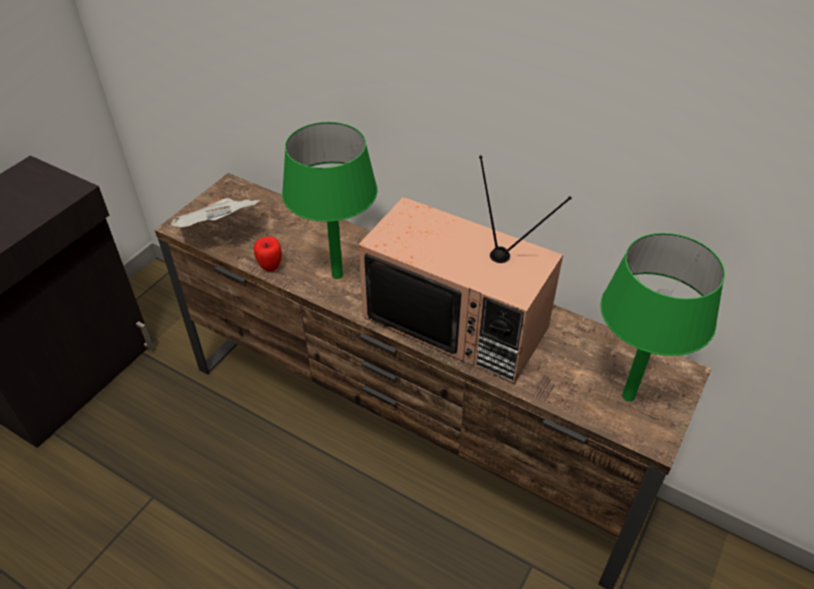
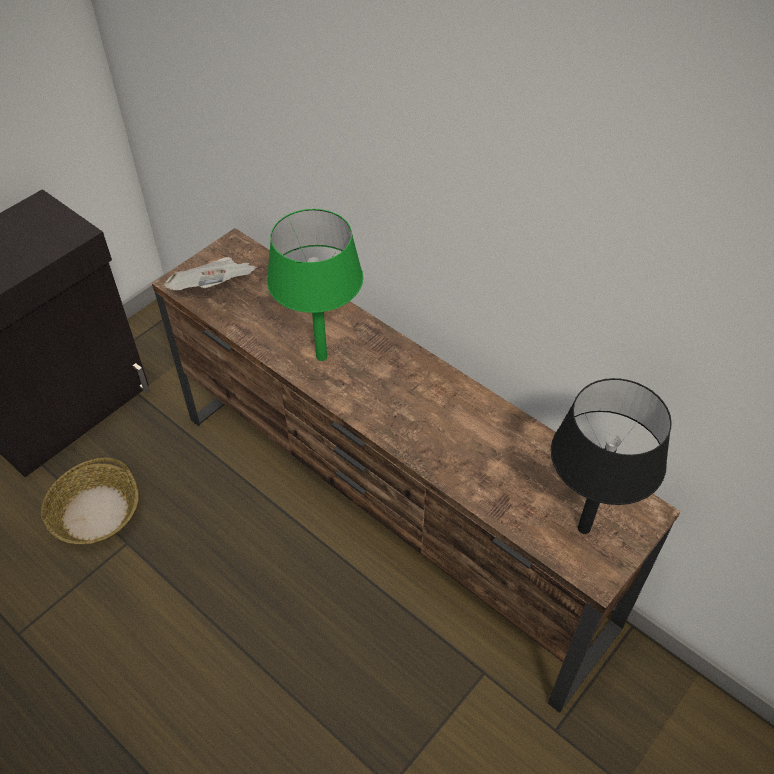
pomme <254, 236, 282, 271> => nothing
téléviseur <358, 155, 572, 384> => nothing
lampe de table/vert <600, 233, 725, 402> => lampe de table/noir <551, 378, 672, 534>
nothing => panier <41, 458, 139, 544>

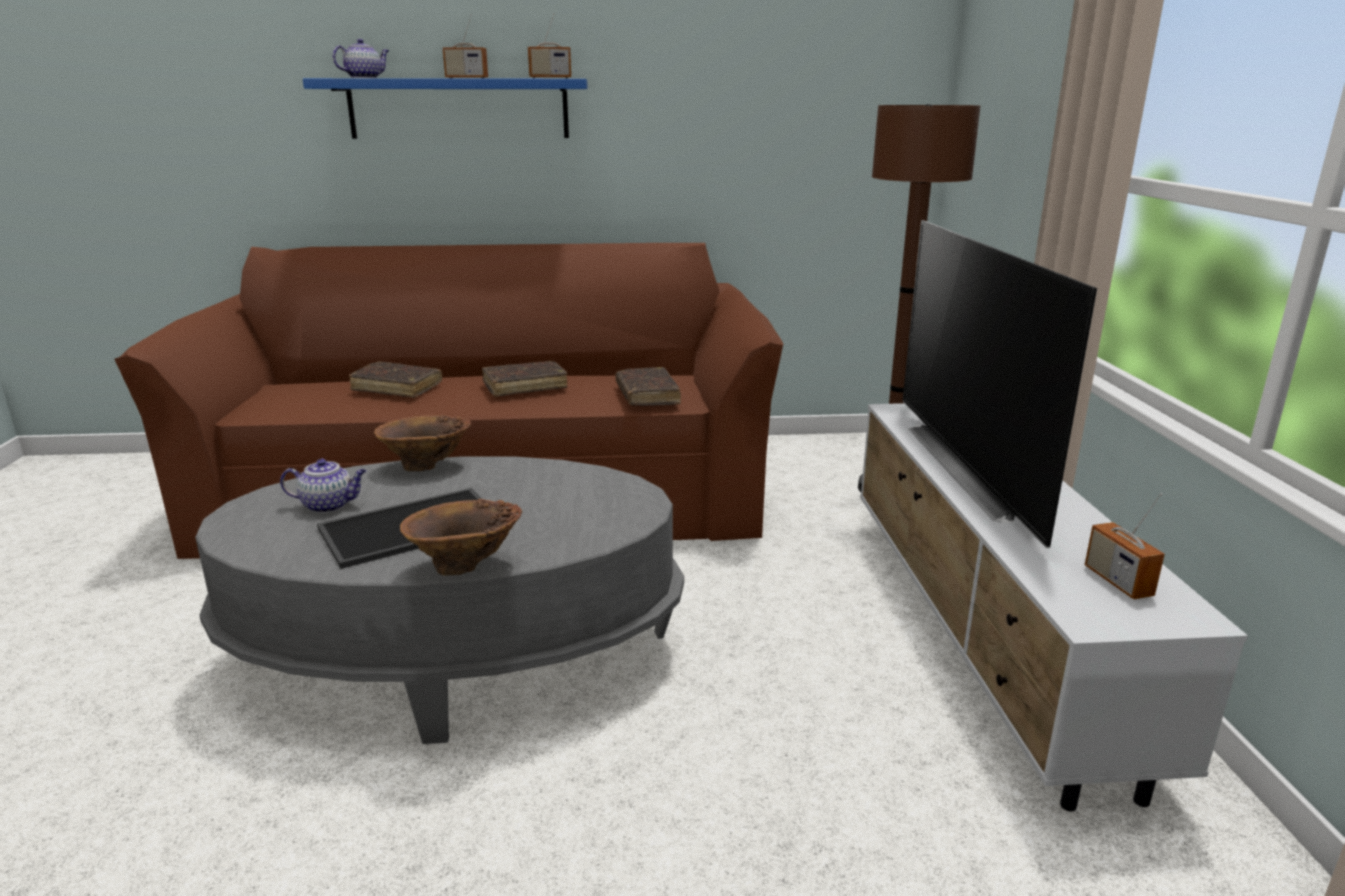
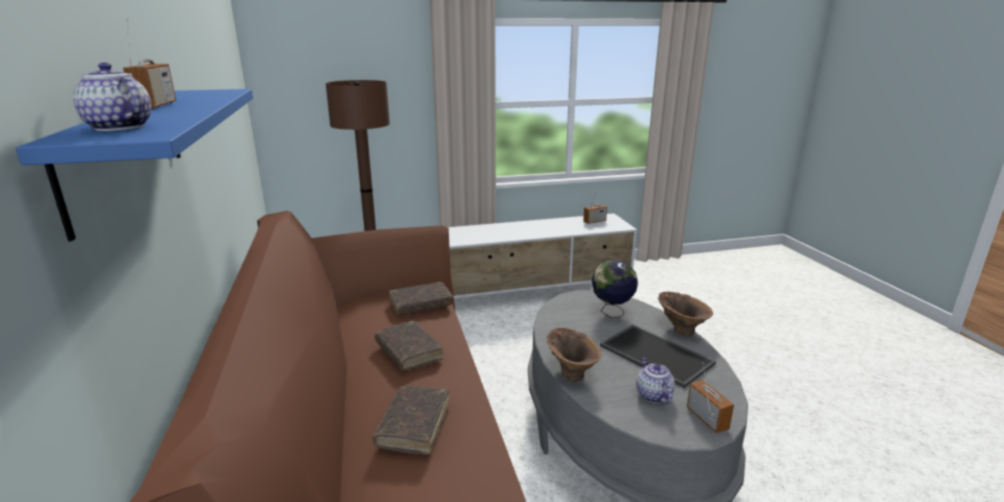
radio <528, 13, 571, 79> => radio <687, 362, 734, 433>, relocated
téléviseur <902, 220, 1097, 548> => nothing
nothing => globe <592, 260, 638, 318>

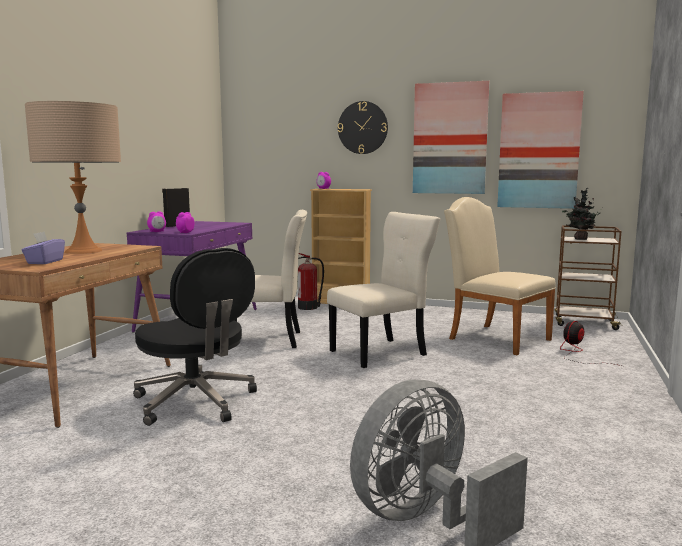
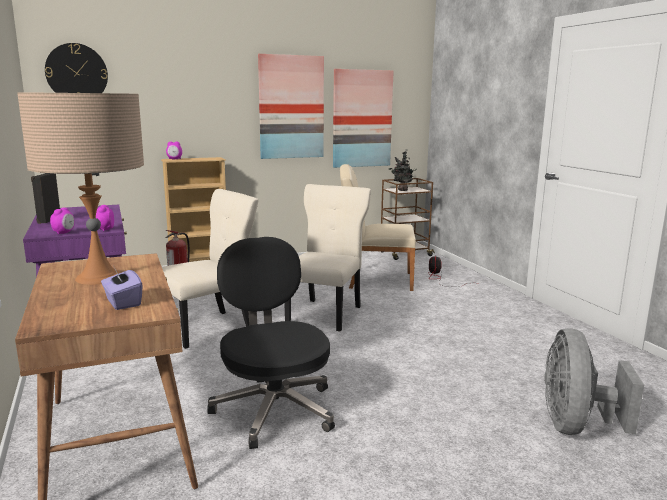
chaise de bureau/noir <133, 248, 257, 426> => chaise de bureau/noir <207, 237, 335, 449>, 120 degrees counterclockwise
horloge murale <338, 101, 388, 154> => horloge murale <45, 43, 108, 93>, relocated

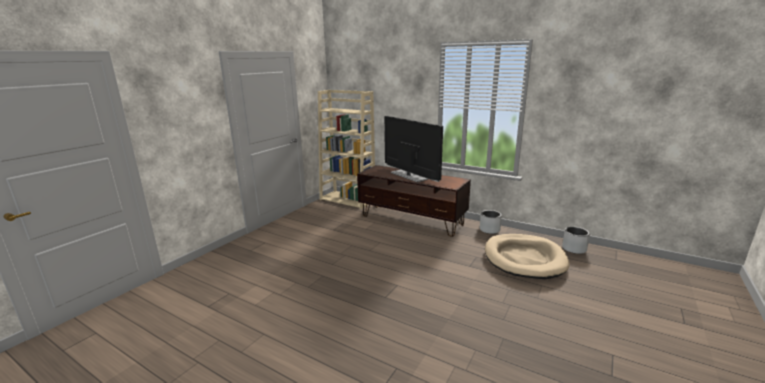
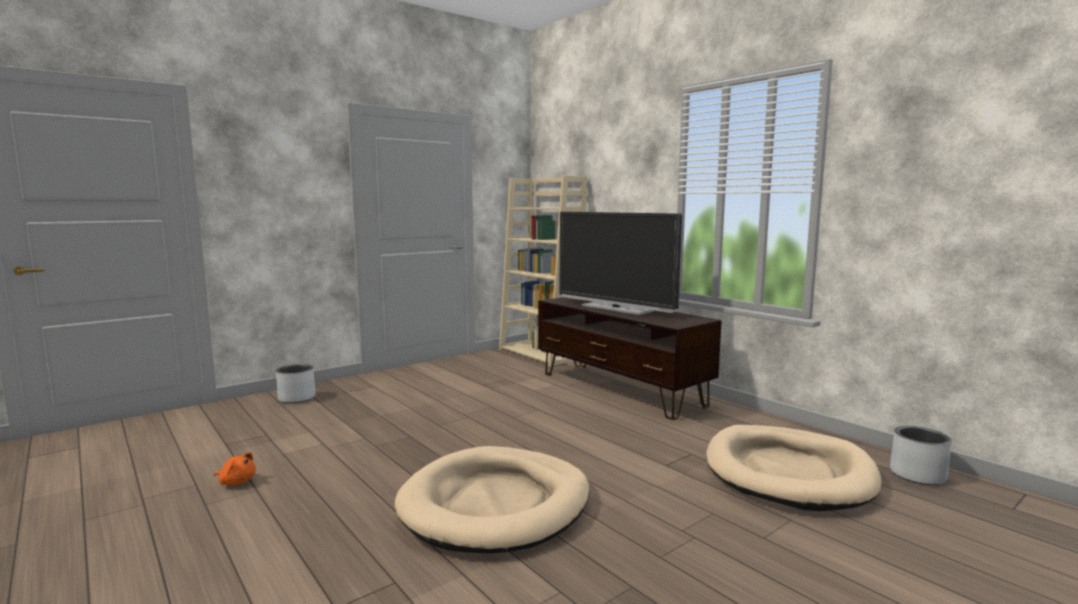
téléviseur <384, 116, 443, 183> => téléviseur <559, 212, 682, 315>, 150 degrees clockwise
cache-pot/gris <480, 210, 502, 234> => cache-pot/gris <276, 364, 315, 403>, relocated
nothing => peluche/orange <214, 452, 256, 485>
nothing => panier pour chien/beige <395, 446, 590, 553>

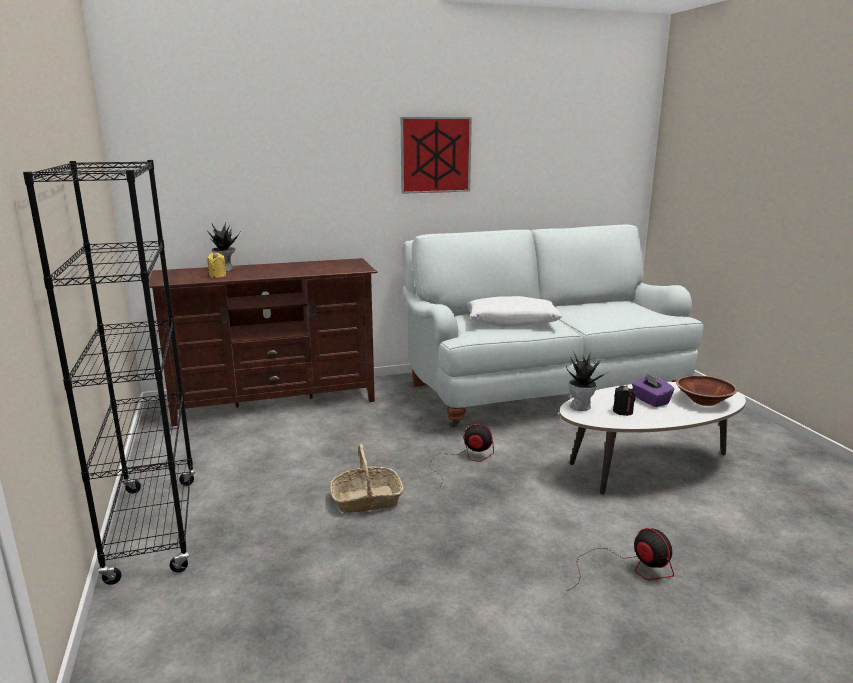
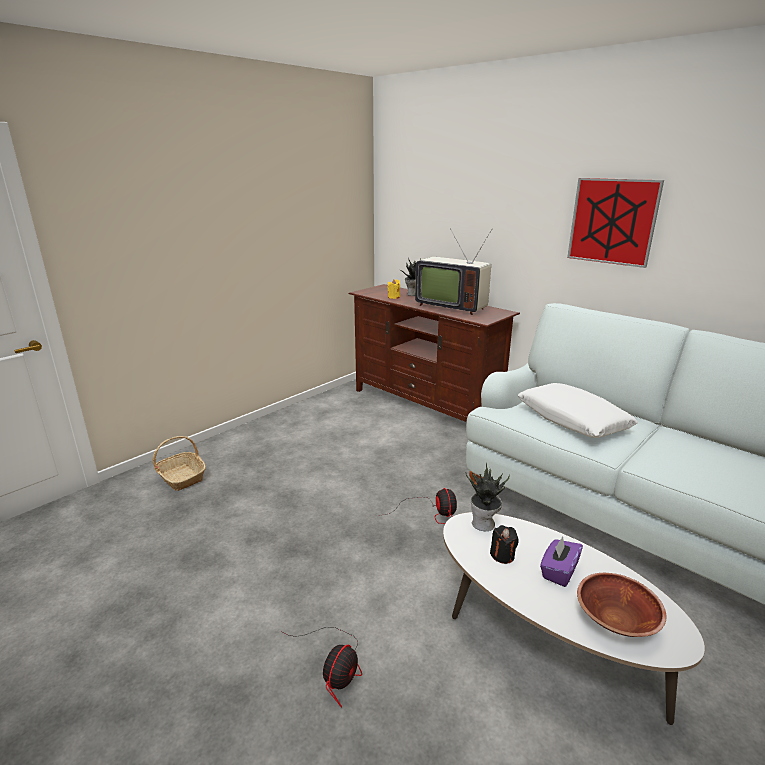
bibliothèque/noir <23, 160, 196, 585> => nothing
panier <330, 444, 404, 513> => panier <153, 436, 206, 491>, relocated
nothing => téléviseur <415, 228, 491, 315>

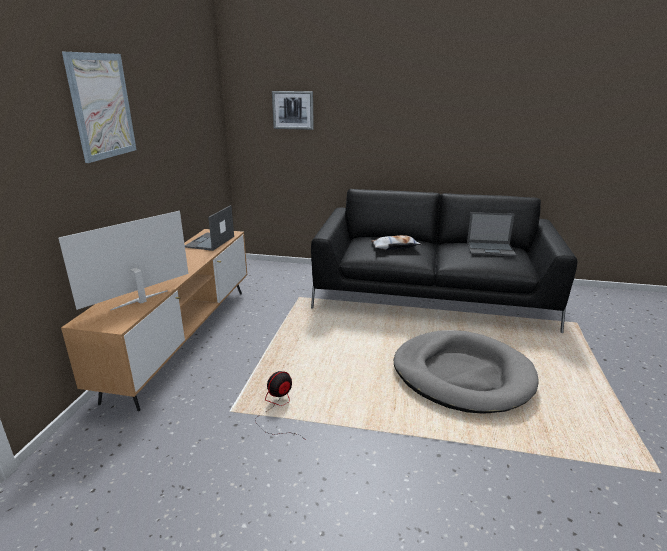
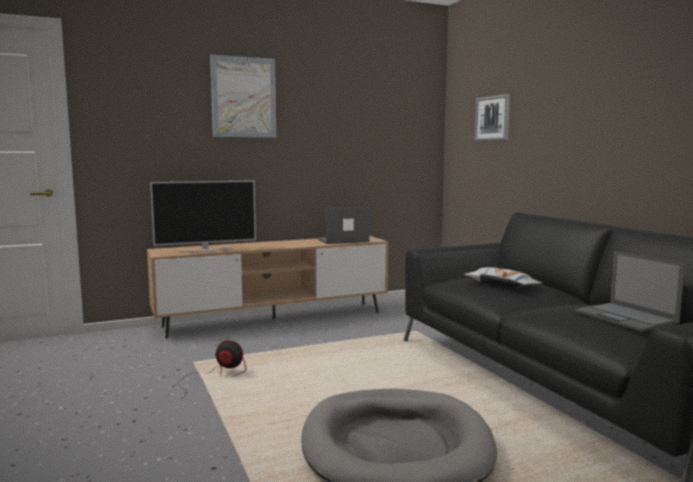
téléviseur <58, 211, 189, 310> => téléviseur <150, 180, 256, 252>, 150 degrees clockwise

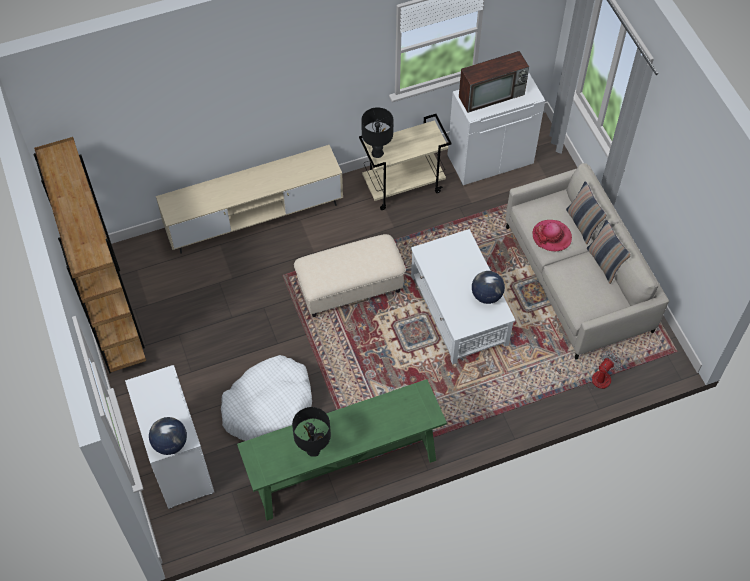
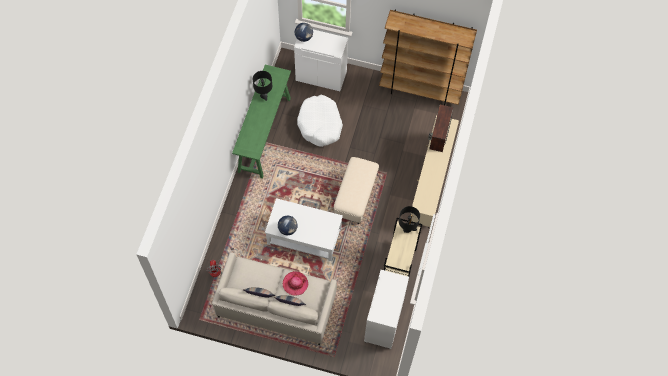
téléviseur <459, 51, 529, 113> => téléviseur <428, 105, 453, 152>, relocated

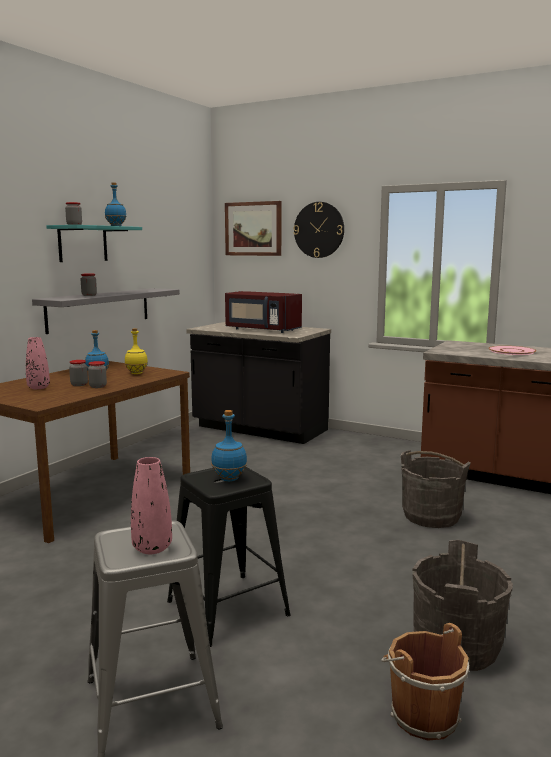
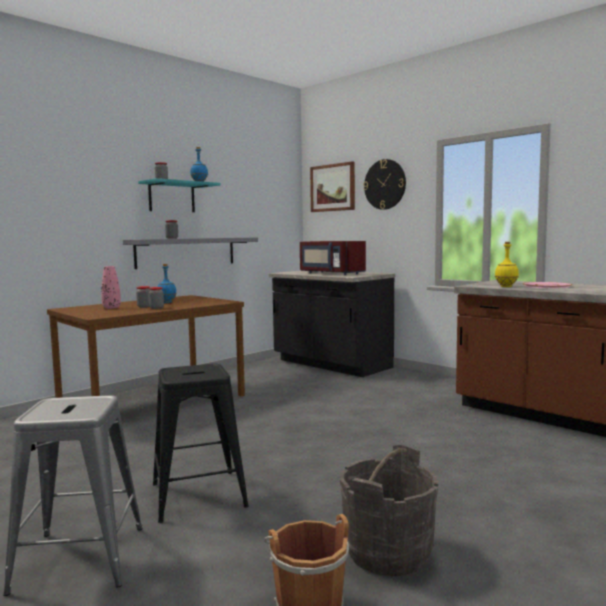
bouteille/jaune <125, 328, 148, 374> => bouteille/jaune <495, 242, 519, 287>, relocated
vase/rose <131, 457, 172, 554> => nothing
bouteille/bleu <211, 410, 247, 482> => nothing
seau/gris <401, 450, 471, 528> => nothing

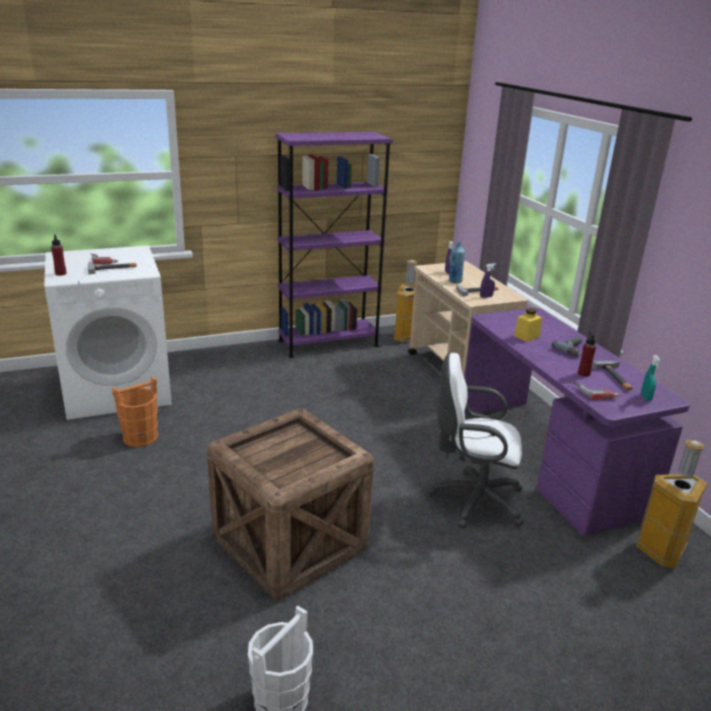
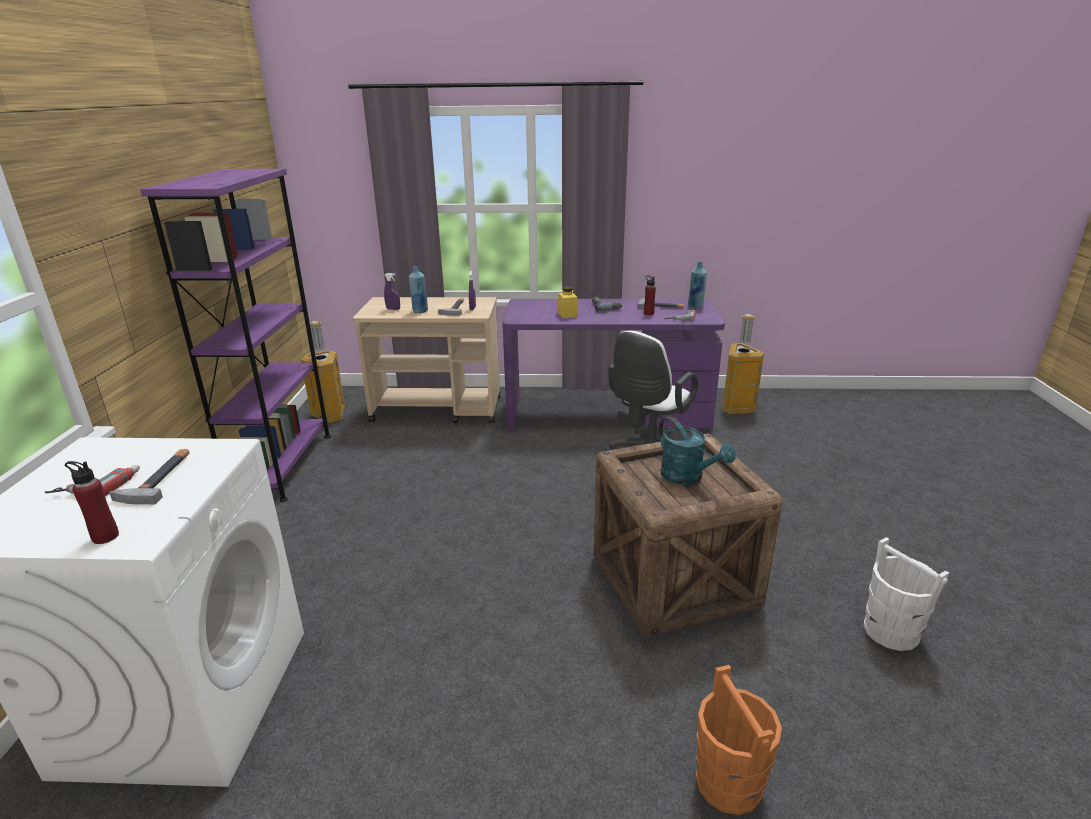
seau/orange <112, 377, 158, 447> => seau/orange <696, 665, 782, 815>, relocated
vaporisateur/turquoise <641, 355, 660, 401> => bouteille/bleu <688, 262, 707, 309>
nothing => arrosoir/turquoise <659, 416, 736, 485>

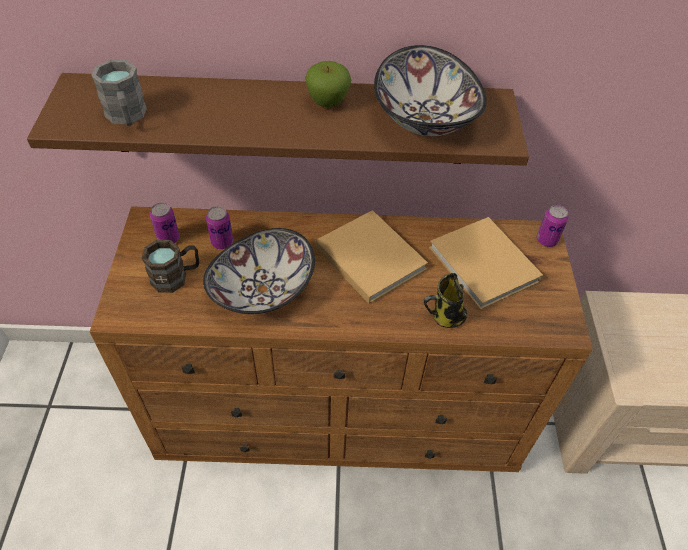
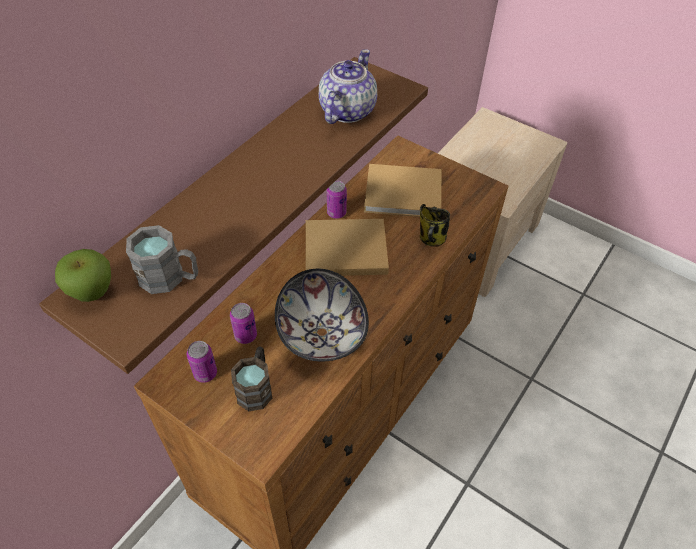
pomme <305, 61, 351, 107> => pomme <55, 249, 111, 302>, relocated
bol <374, 45, 487, 136> => théière <319, 49, 377, 124>
boîte métallique <537, 205, 568, 247> => boîte métallique <327, 180, 347, 219>, relocated

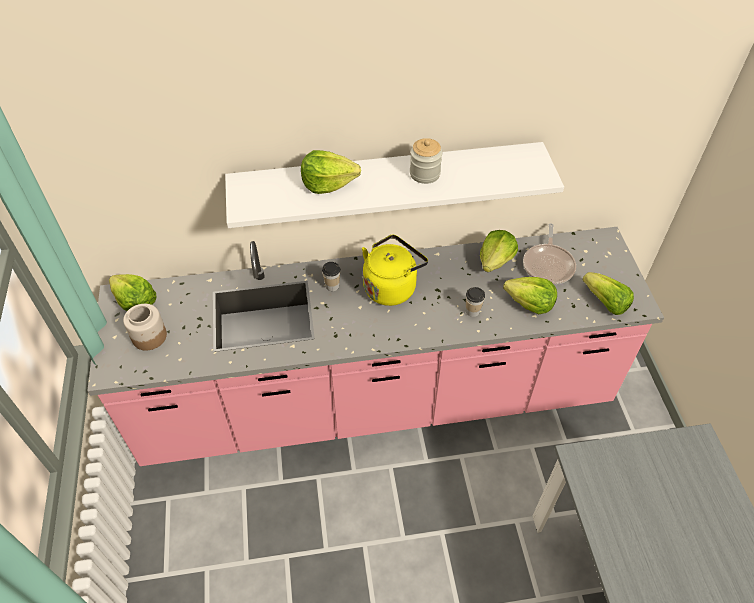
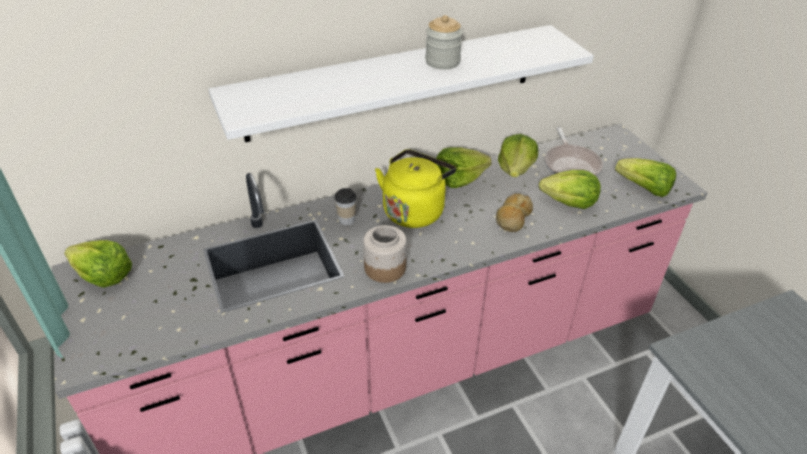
bocal <123, 304, 167, 350> => bocal <363, 225, 407, 283>, relocated
laitue <301, 150, 361, 194> => laitue <436, 147, 492, 188>, relocated
tasse <466, 287, 485, 317> => pain <496, 194, 533, 232>

